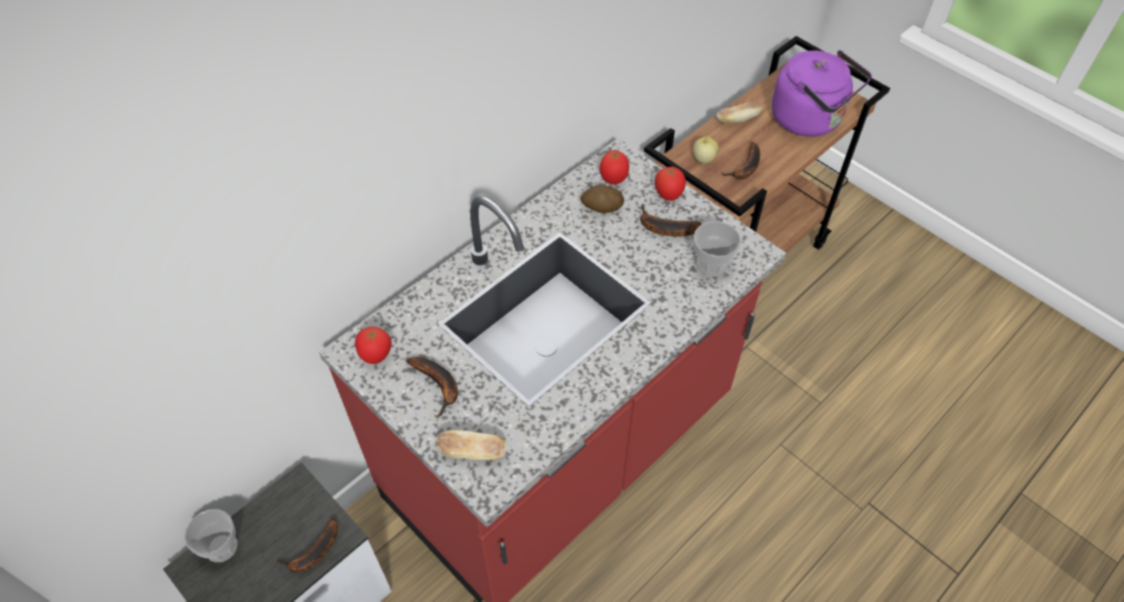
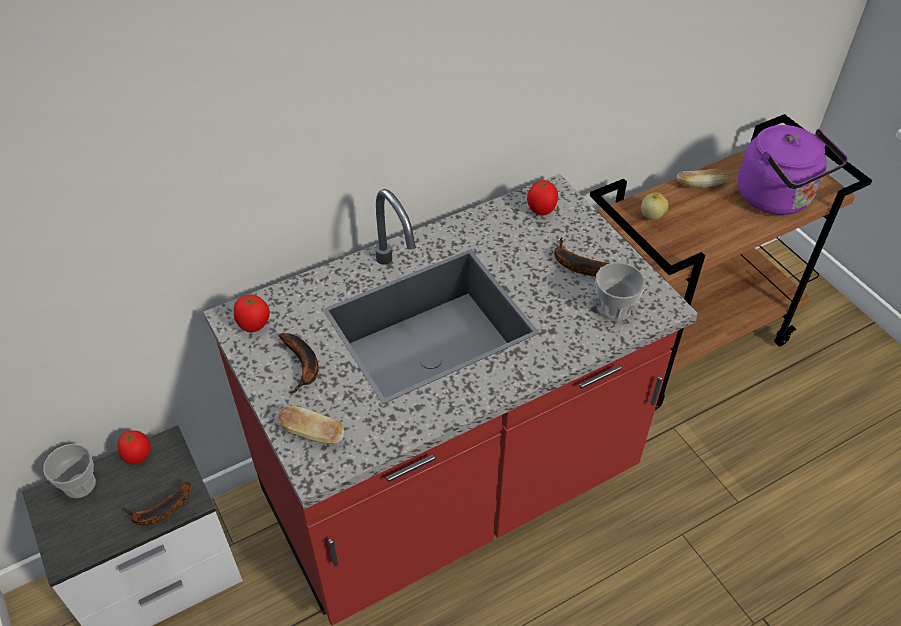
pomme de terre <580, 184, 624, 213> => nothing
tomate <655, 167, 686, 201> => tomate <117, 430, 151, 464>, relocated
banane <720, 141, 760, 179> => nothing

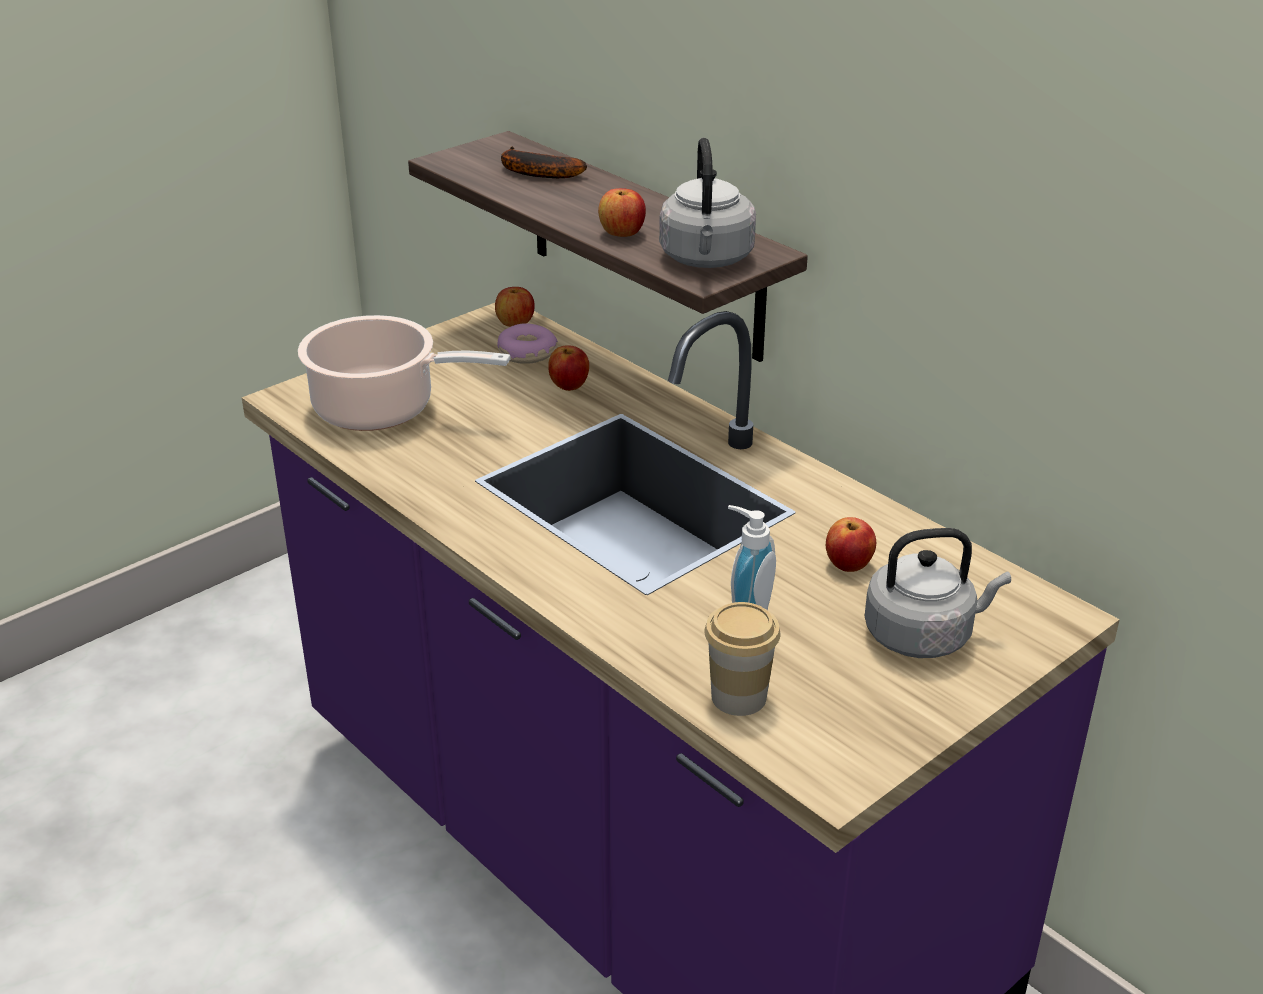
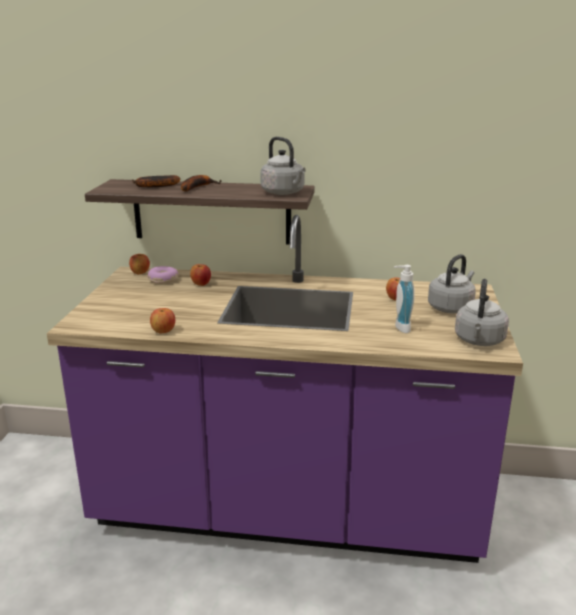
marmite <298, 315, 511, 431> => nothing
pomme <598, 188, 646, 237> => pomme <150, 308, 175, 333>, relocated
tasse <704, 602, 780, 716> => nothing
nothing => banane <181, 175, 222, 191>
nothing => bouilloire/gris <455, 279, 509, 346>

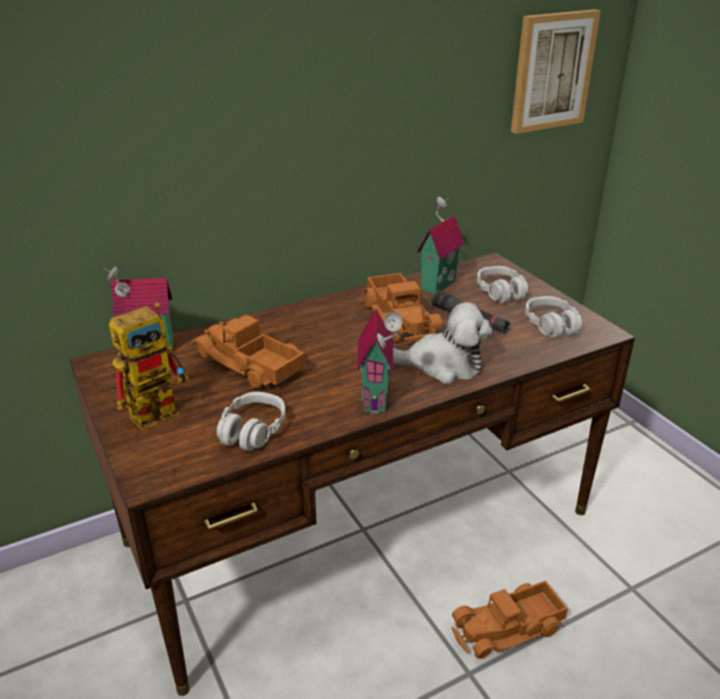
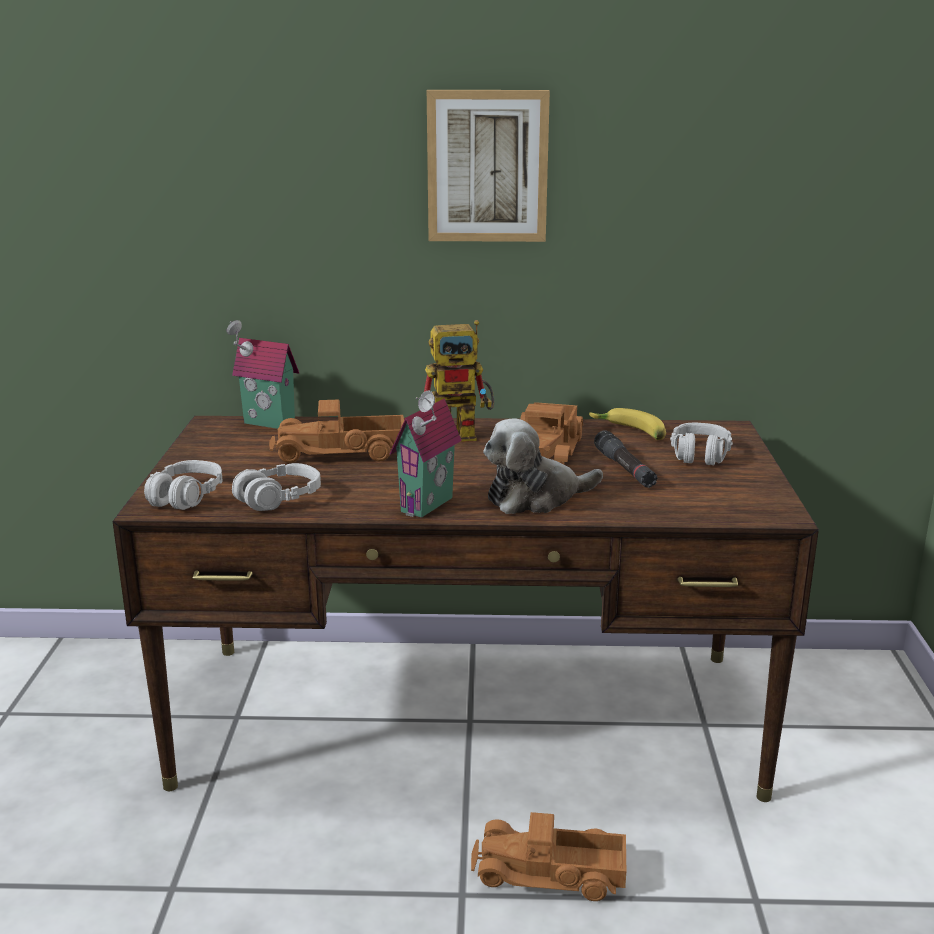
robot jouet <109, 302, 189, 431> => robot jouet <424, 320, 494, 442>, relocated
camion jouet <191, 315, 305, 388> => camion jouet <269, 400, 404, 463>, 75 degrees counterclockwise
peluche <393, 302, 492, 384> => peluche <483, 419, 603, 514>, 120 degrees clockwise
maison miniature <417, 197, 464, 294> => banane <589, 408, 666, 440>
tableau <511, 9, 601, 134> => tableau <427, 90, 550, 242>, relocated
casque audio/gris <525, 296, 582, 338> => casque audio/gris <144, 460, 223, 510>, relocated

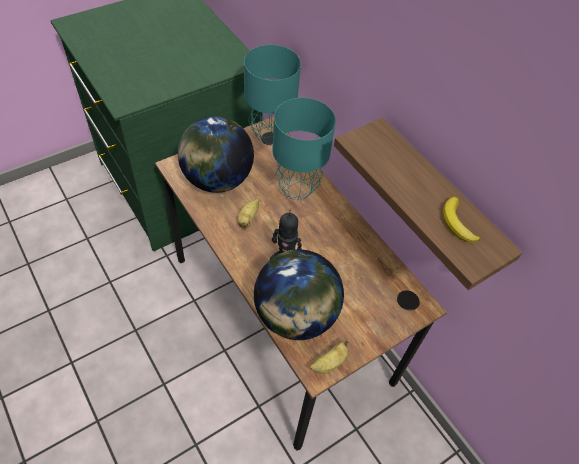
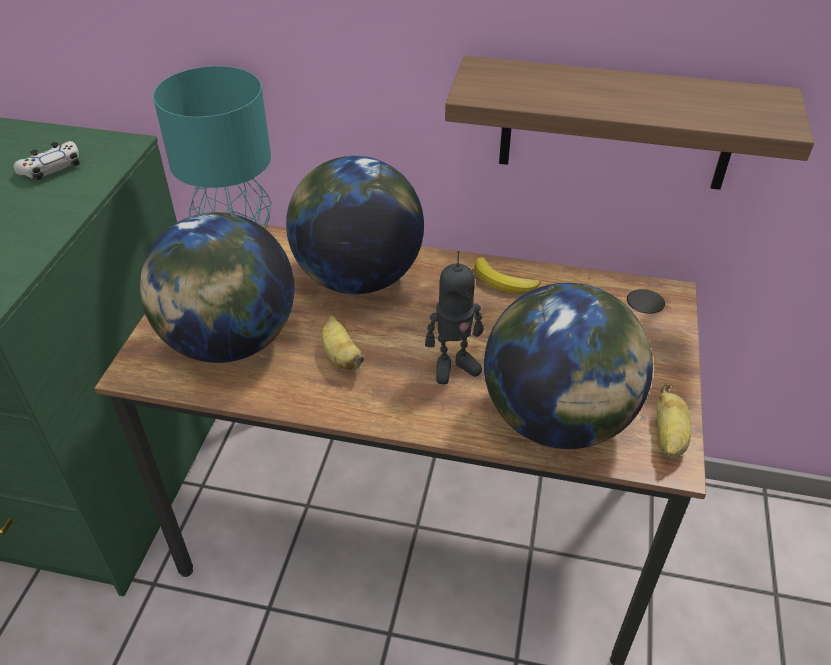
lampe de table/turquoise <272, 98, 336, 200> => globe <286, 156, 424, 294>
banane <442, 197, 480, 242> => banane <474, 257, 541, 293>, relocated
nothing => manette/blanc <14, 141, 80, 180>

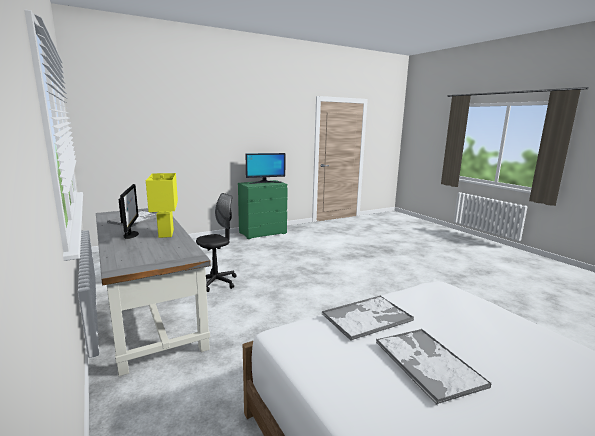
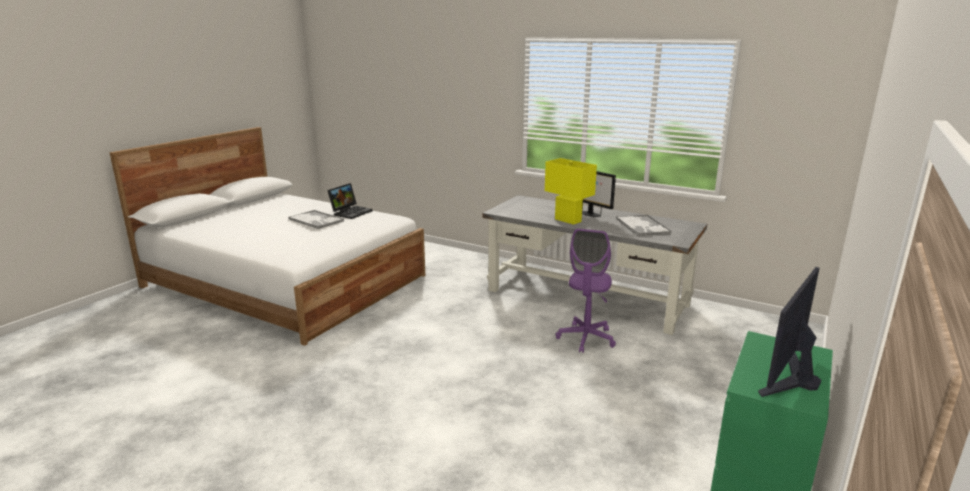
chaise de bureau/noir <196, 193, 236, 292> => chaise de bureau/violet <555, 228, 616, 353>
plateau <322, 295, 414, 341> => nothing
nothing => ordinateur portable <327, 183, 373, 219>

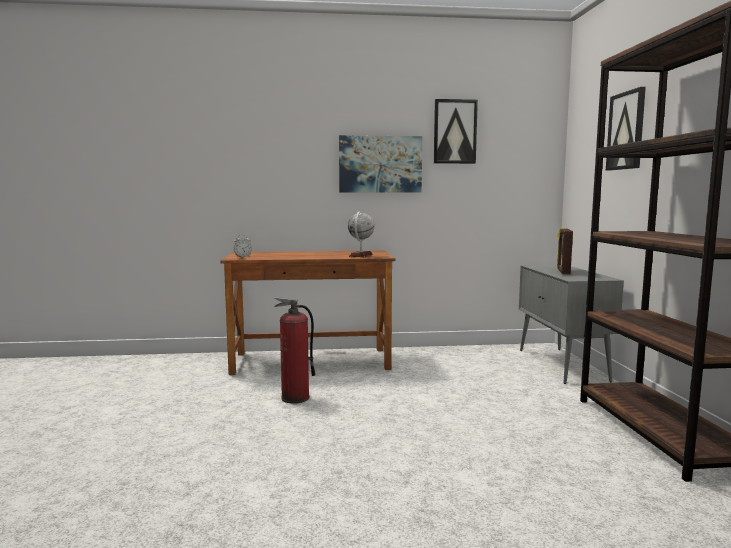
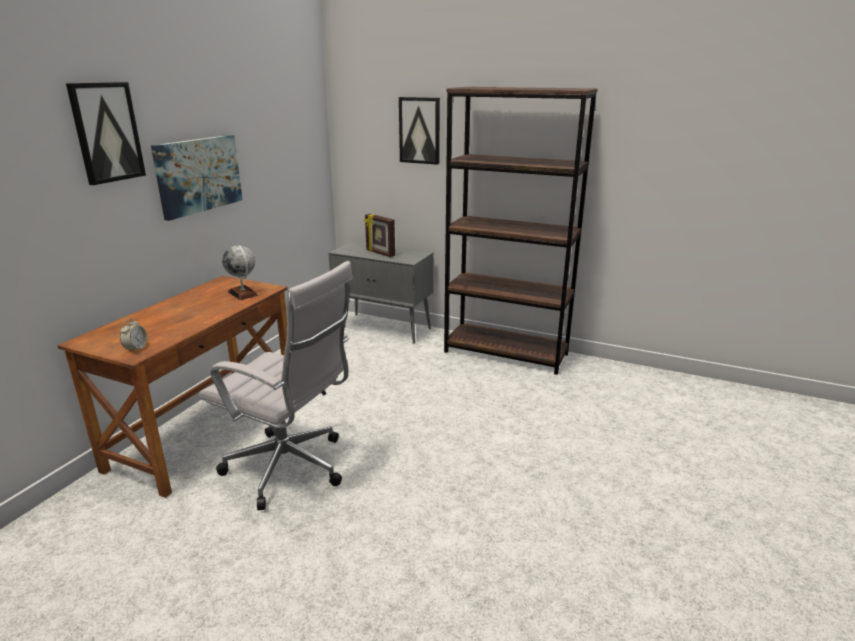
extincteur <273, 297, 316, 404> => chaise de bureau/blanc <199, 261, 353, 511>
tableau <434, 99, 478, 164> => tableau <66, 82, 146, 185>, relocated

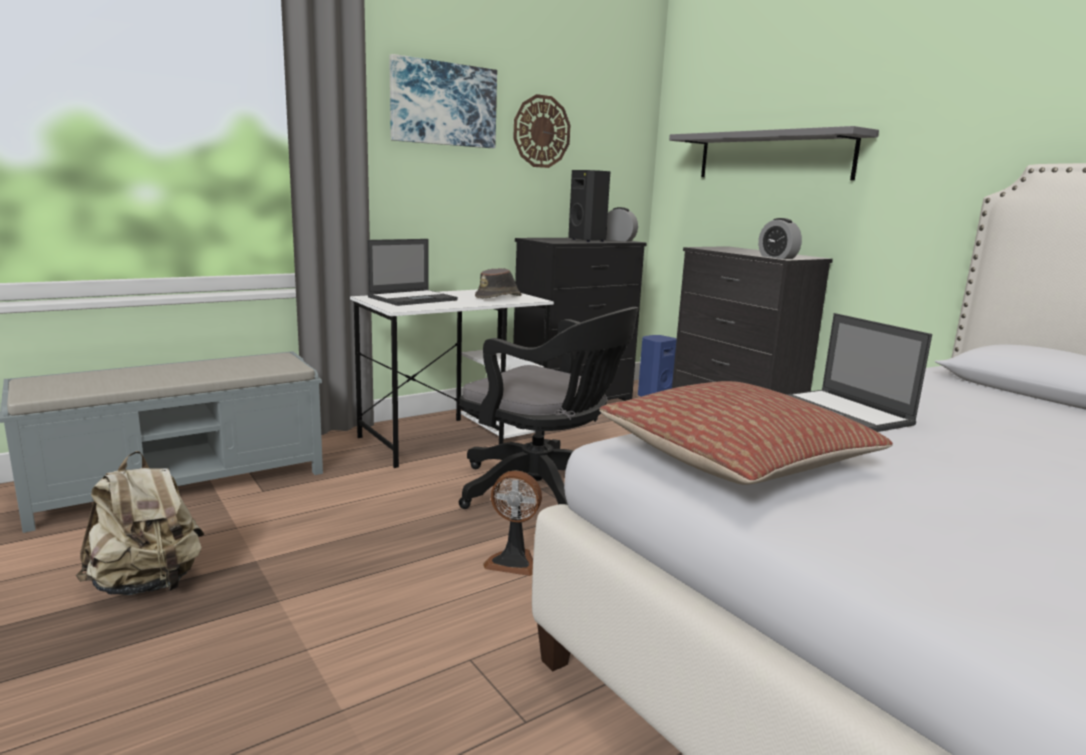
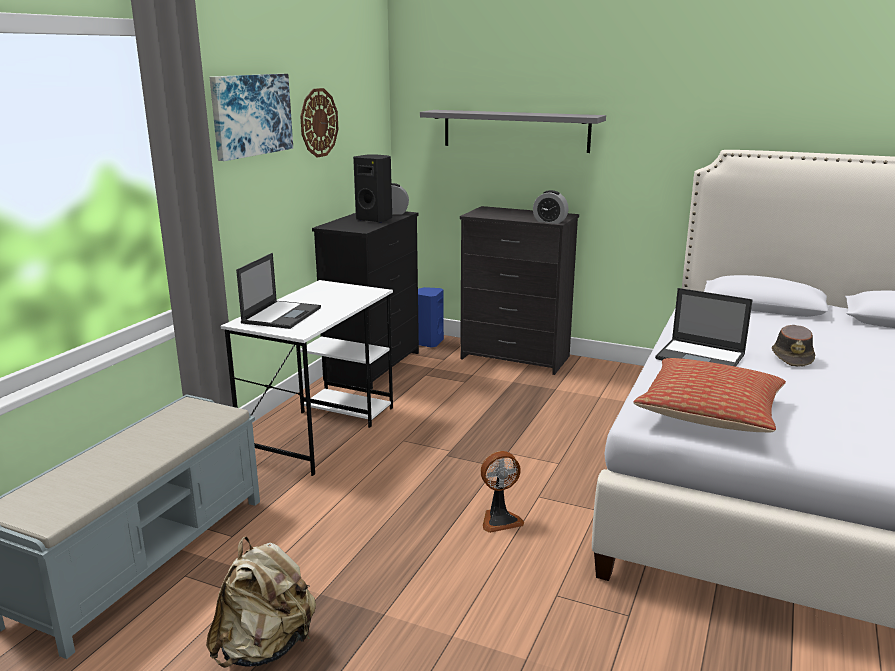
chaise de bureau/noir <459, 307, 639, 509> => nothing
chapeau/marron <475, 268, 522, 298> => chapeau/marron <772, 325, 815, 366>, relocated

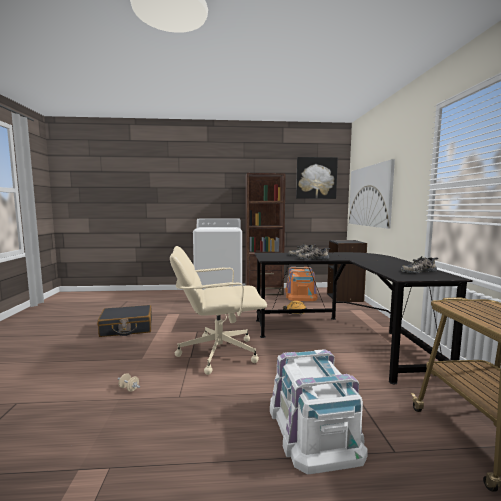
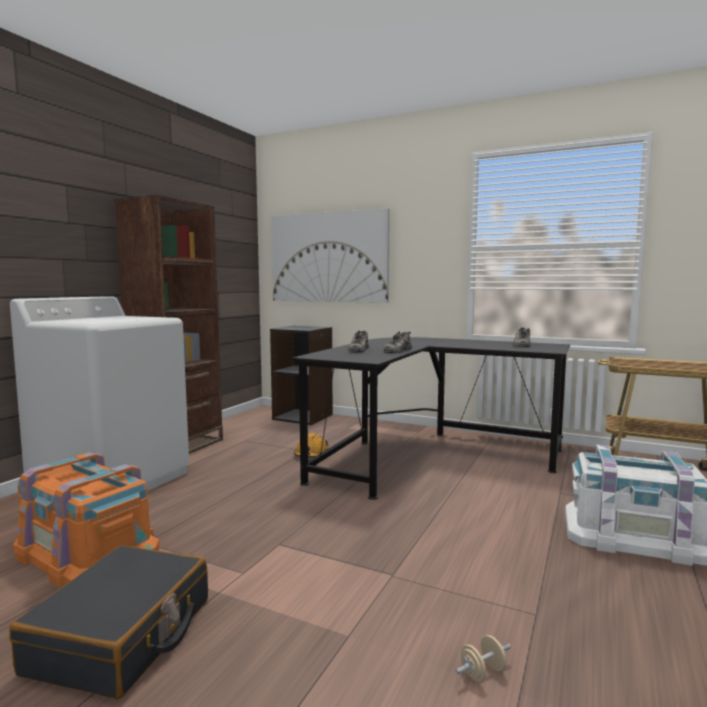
chaise de bureau/beige <170, 246, 267, 375> => nothing
boîte de rangement/orange <285, 267, 317, 301> => boîte de rangement/orange <13, 452, 159, 587>, relocated
tableau <296, 157, 338, 199> => nothing

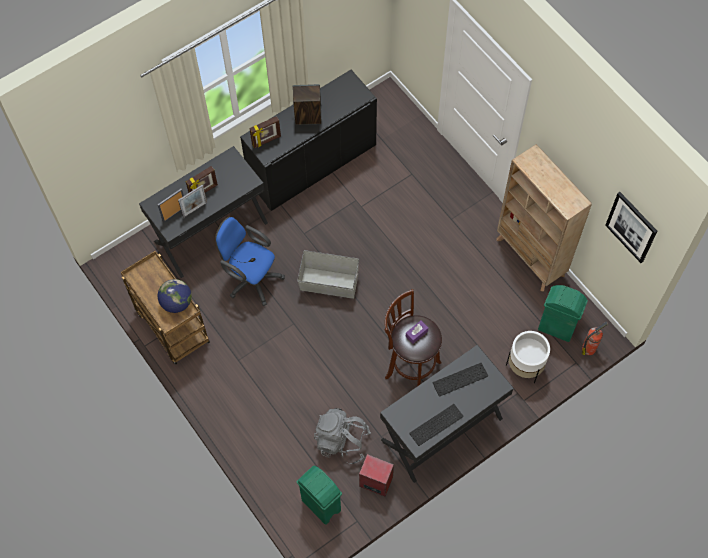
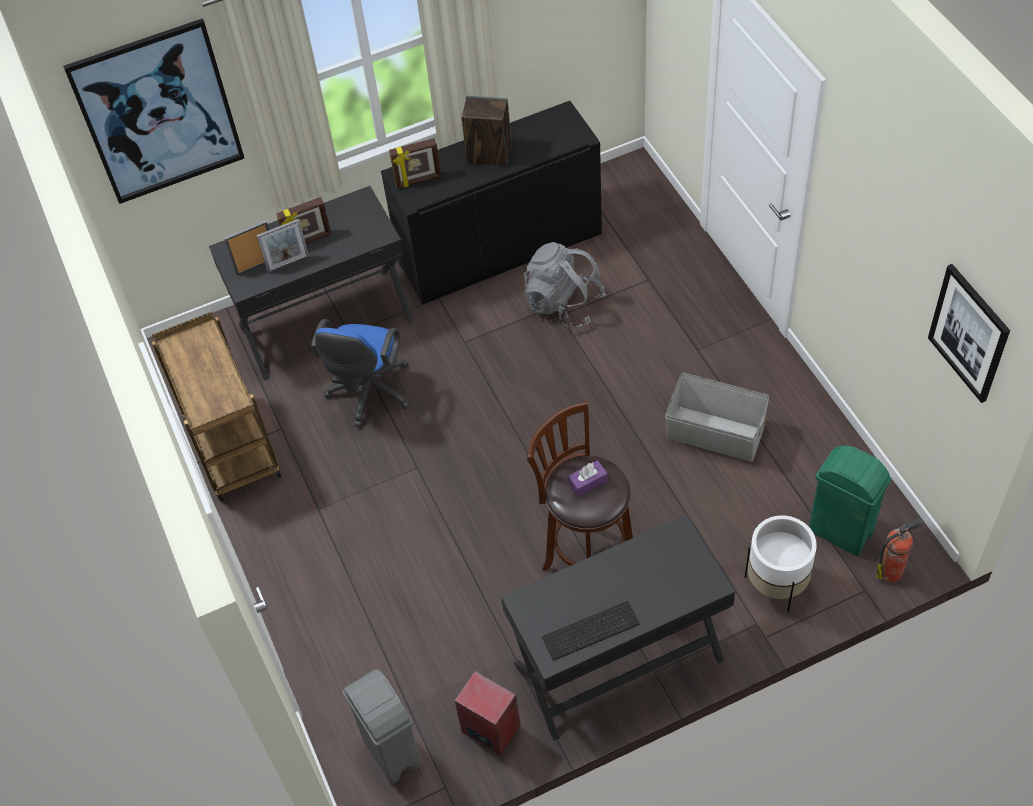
globe <158, 279, 192, 313> => nothing
chaise de bureau/bleu <215, 217, 285, 306> => chaise de bureau/bleu <311, 319, 410, 428>, 120 degrees counterclockwise
boîte de rangement/gris <297, 250, 359, 299> => boîte de rangement/gris <665, 373, 769, 462>, relocated
poubelle/vert <297, 465, 342, 525> => poubelle/gris <343, 669, 422, 784>
sac à dos/gris <314, 408, 371, 464> => sac à dos/gris <524, 242, 606, 328>, relocated
clavier <433, 363, 488, 397> => nothing
bibliothèque/beige <496, 144, 592, 292> => nothing
nothing => tableau <63, 18, 244, 204>

